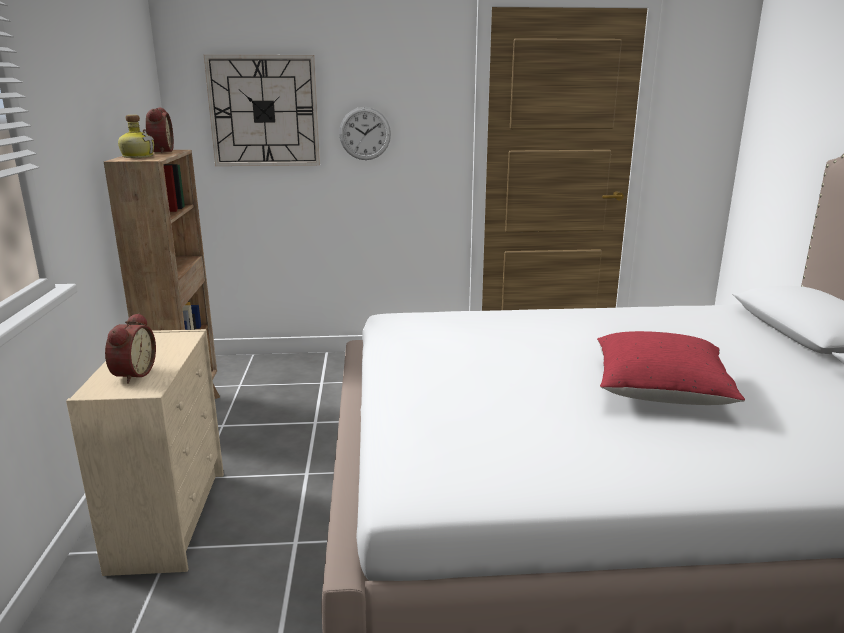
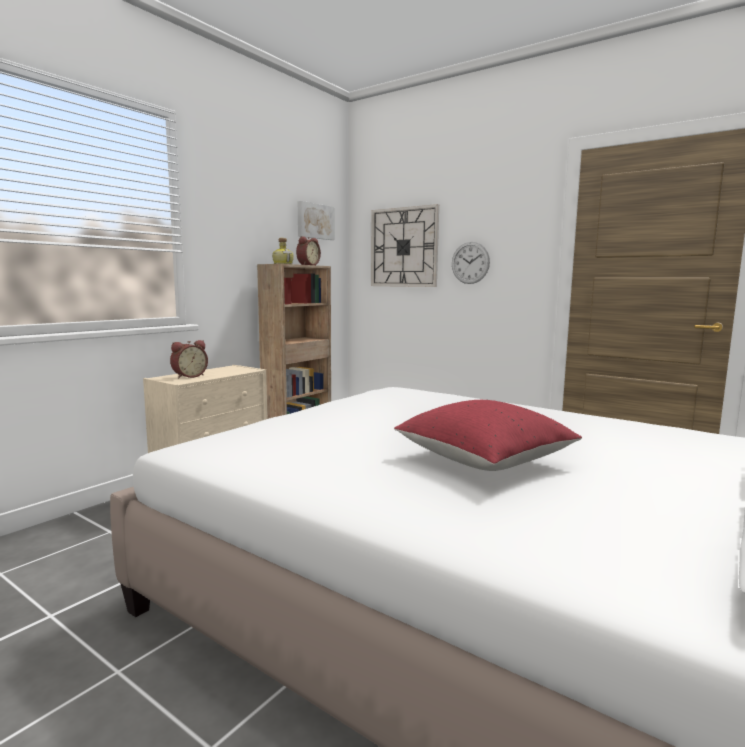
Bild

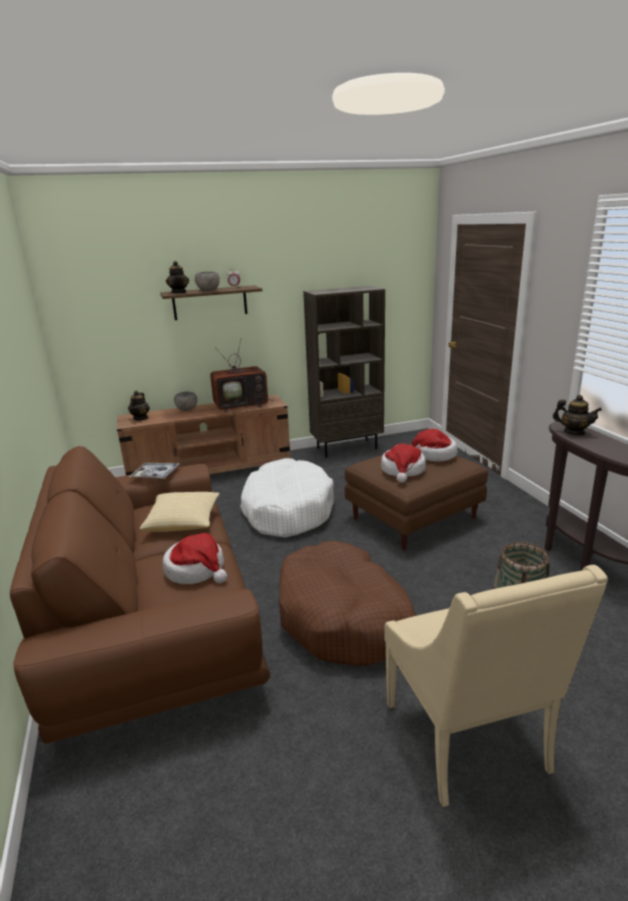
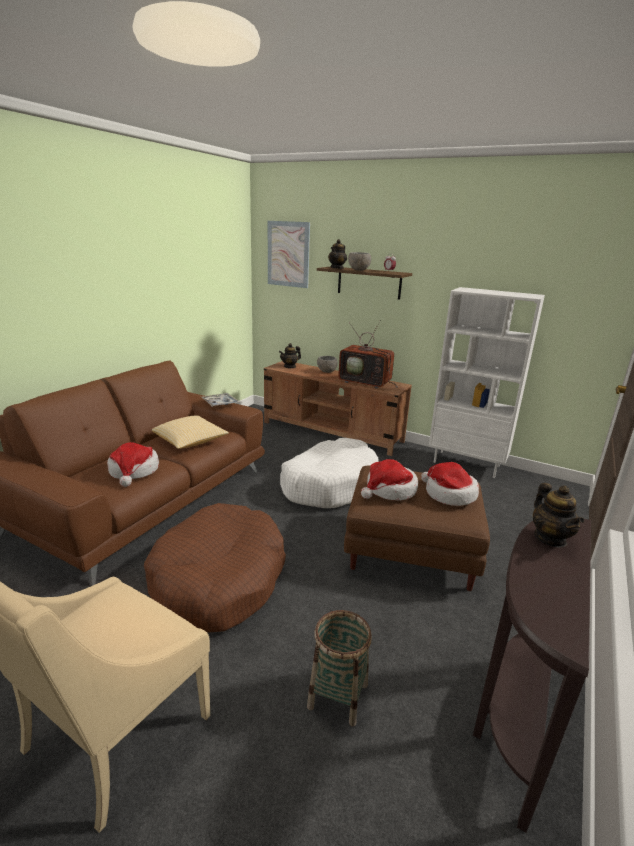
Bücherregal (weiß); Bild

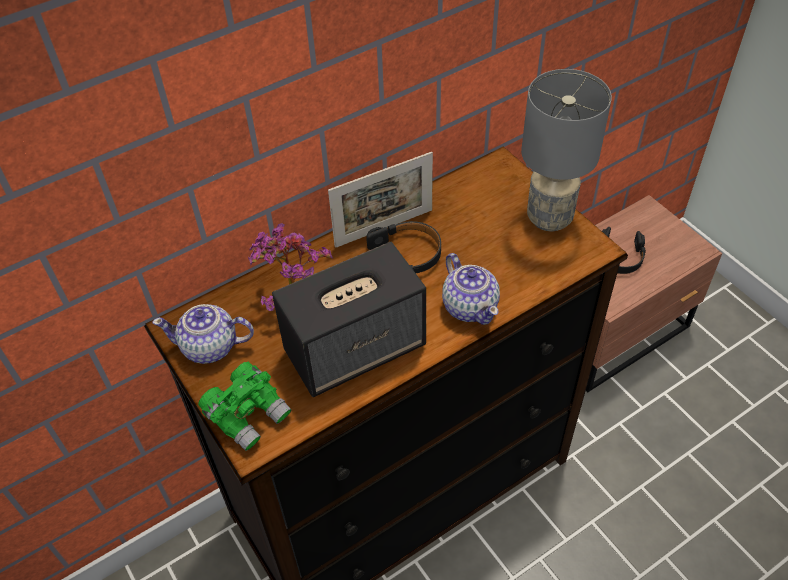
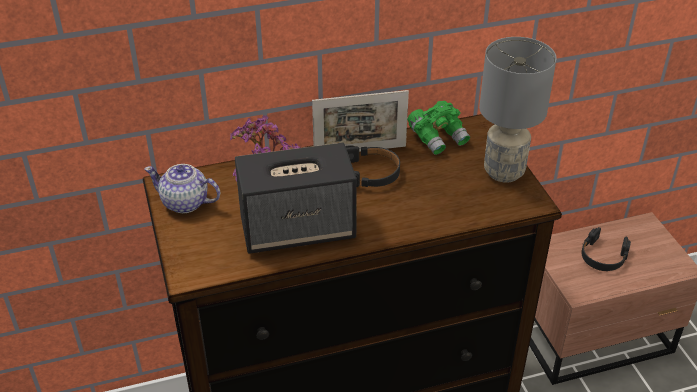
Teekanne (2nd from left in the first image); Fernglas (grün)

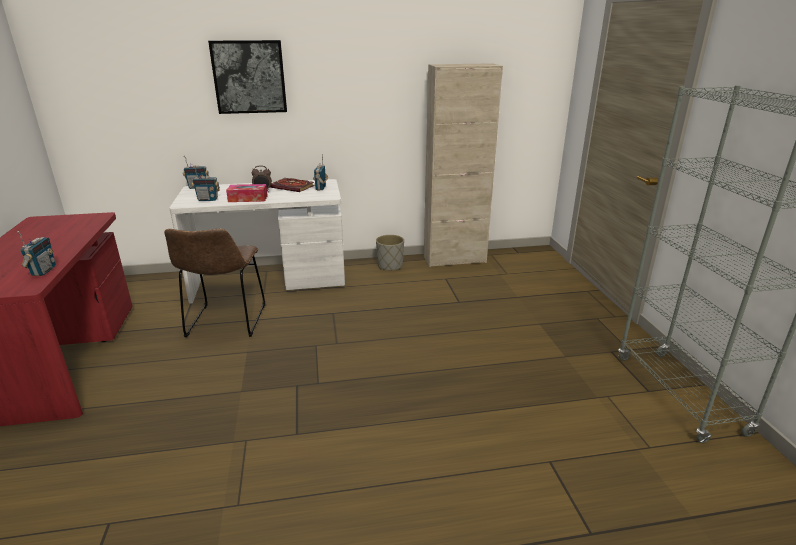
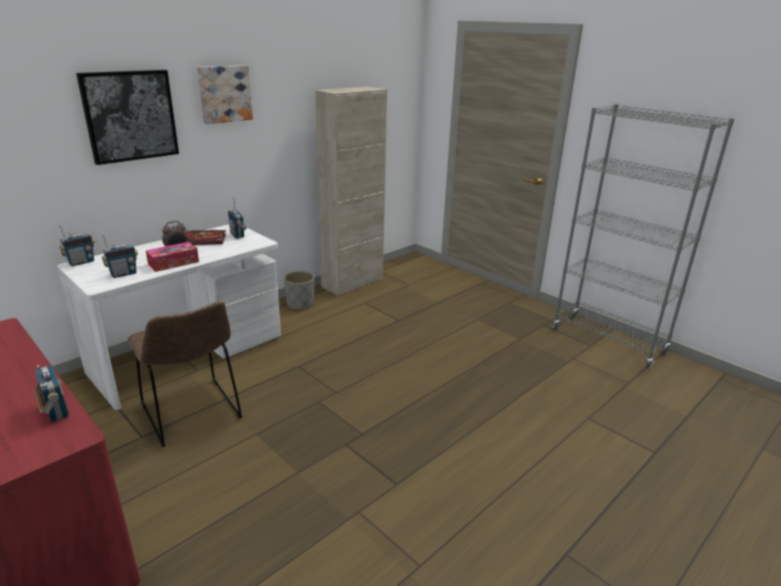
Bild (2nd from left)

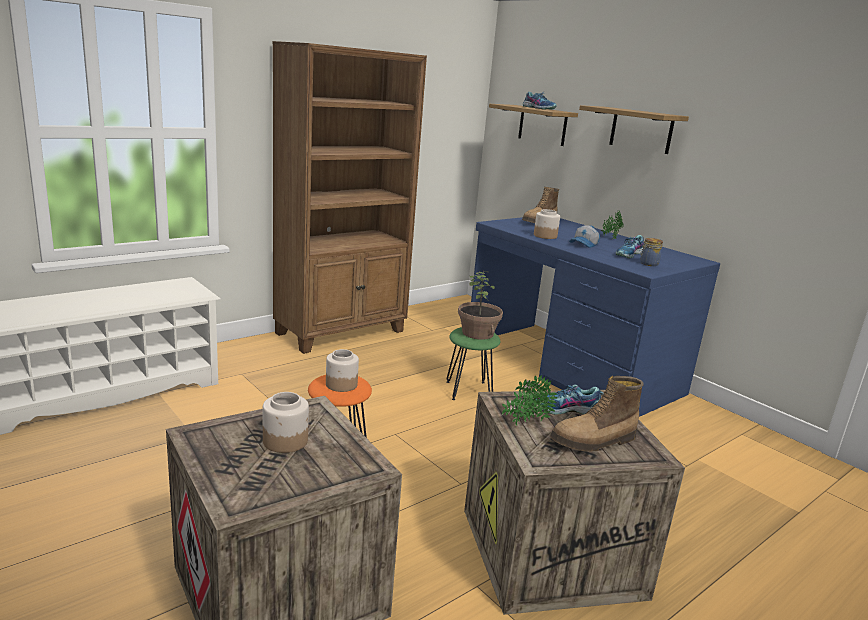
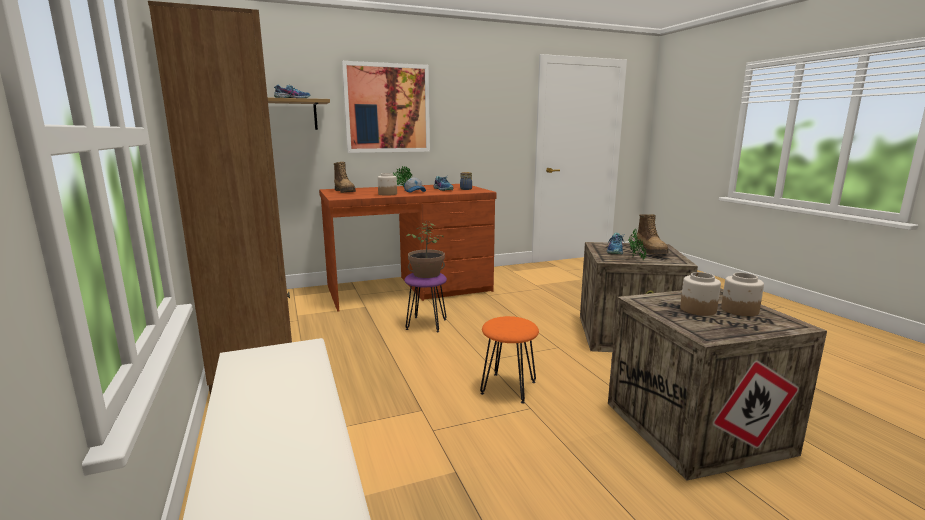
Bild; Schreibtisch (braun); Hocker (lila); Vorratsglas (4th from left)

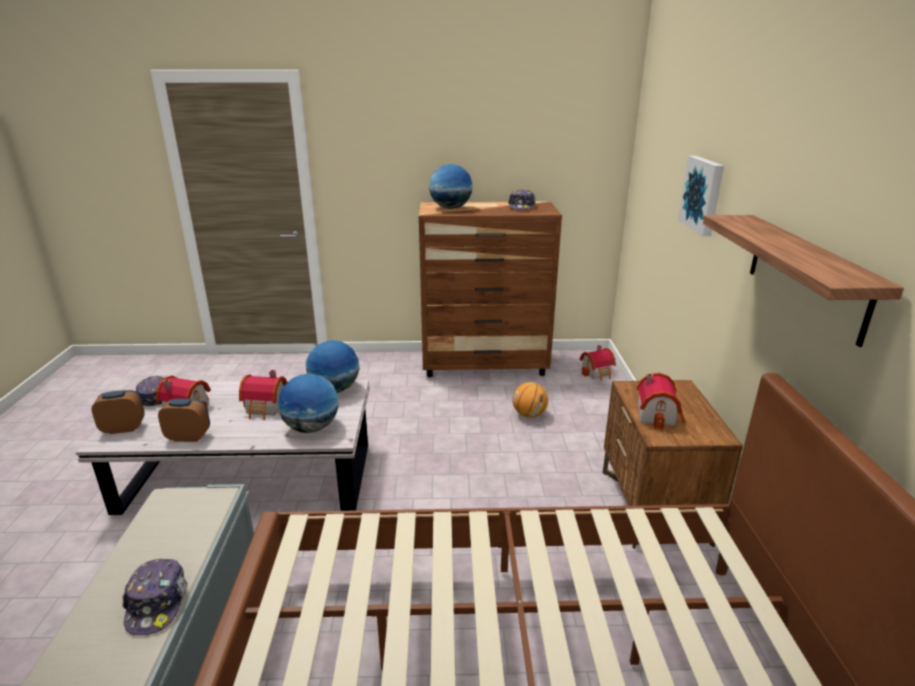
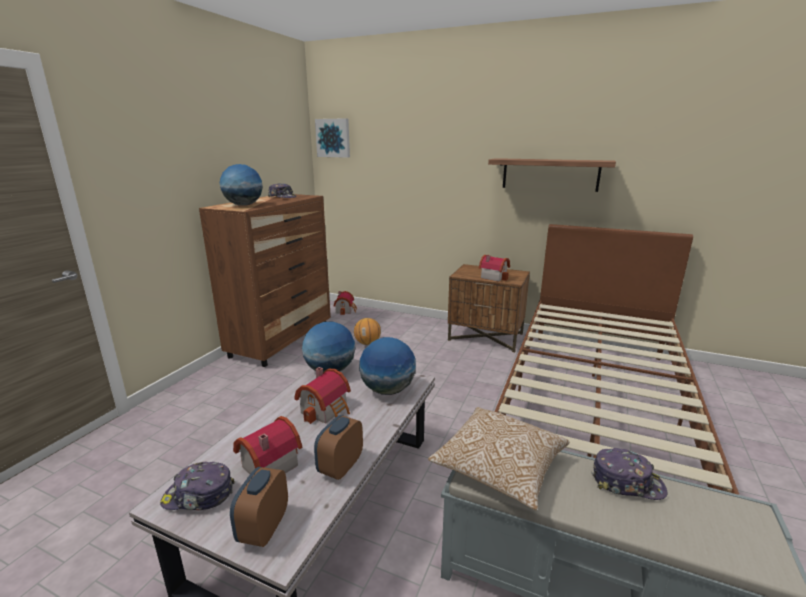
Bild; Kissen

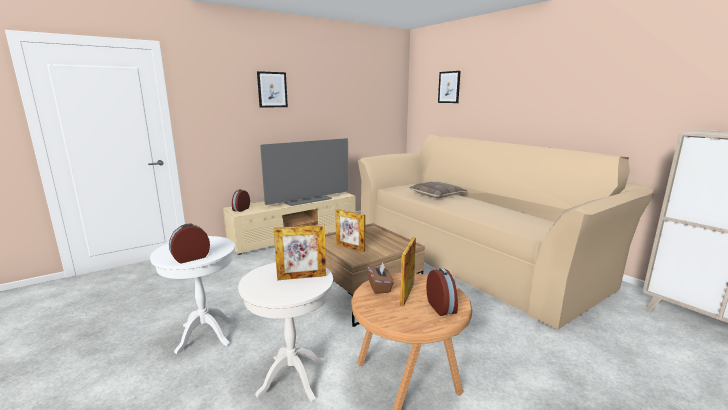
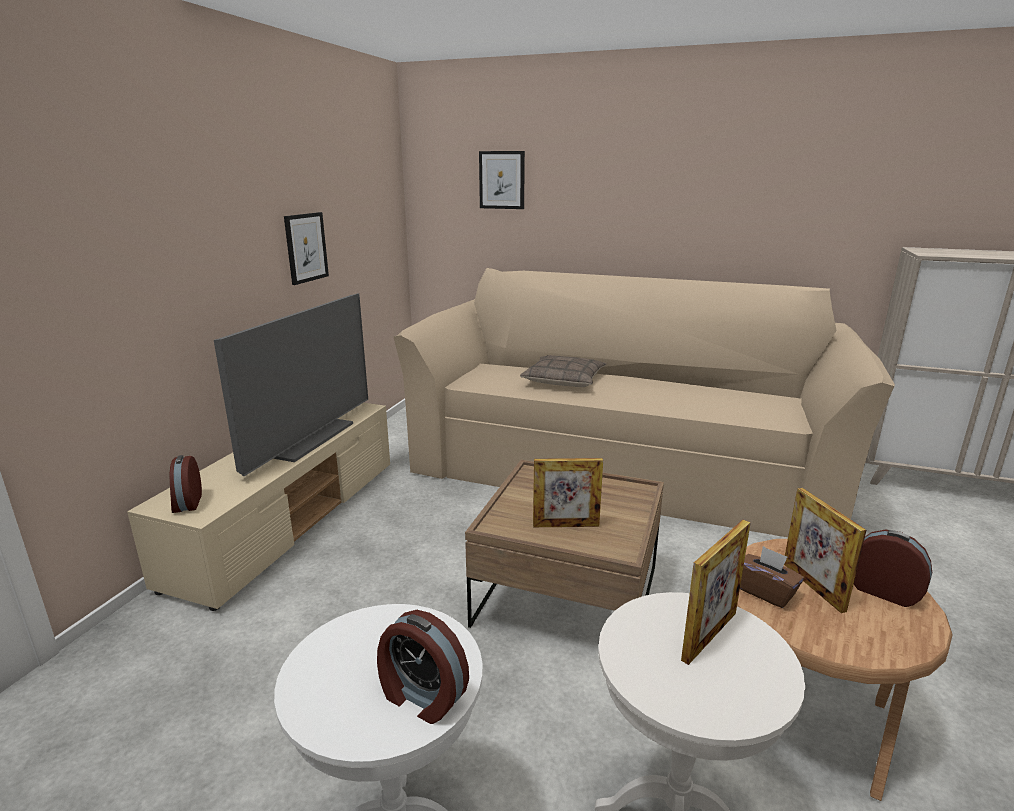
Bild (1st from left); Wecker (2nd from left)

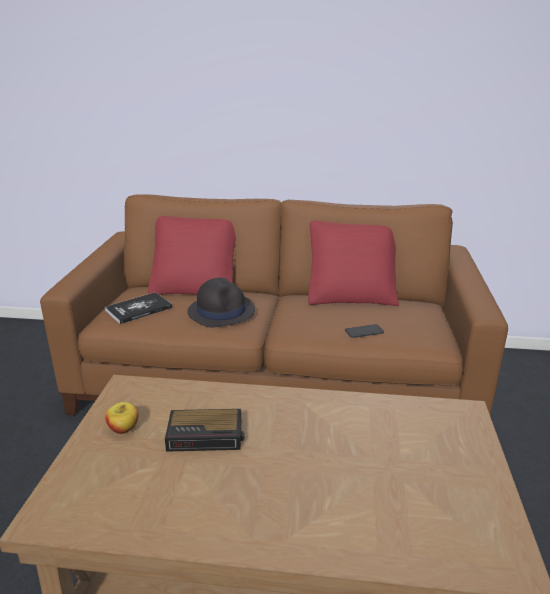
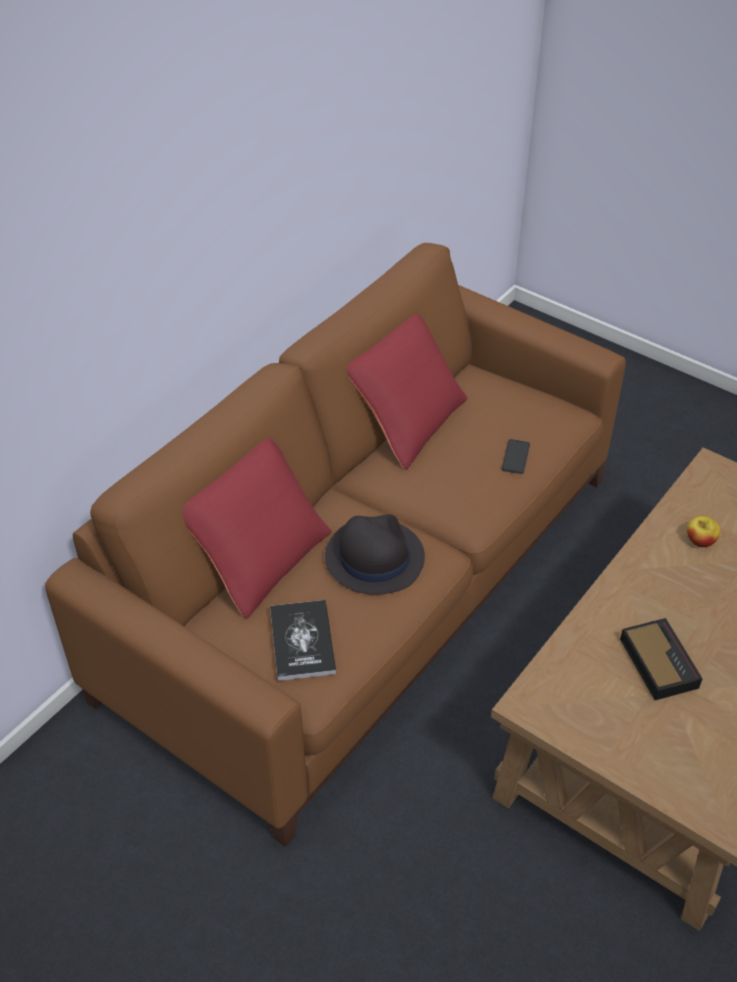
Apfel; Wecker

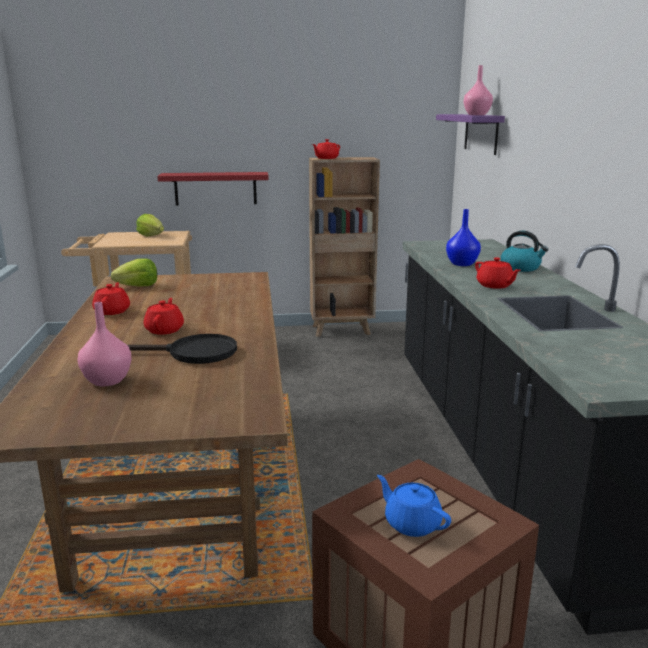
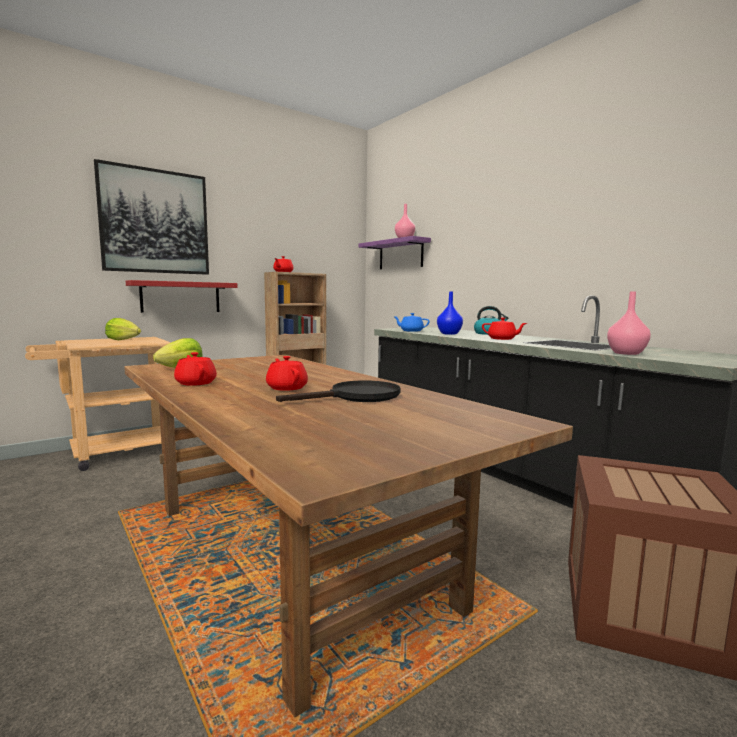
Vase (rosa) (2nd from left); Teekanne (blau); Bild

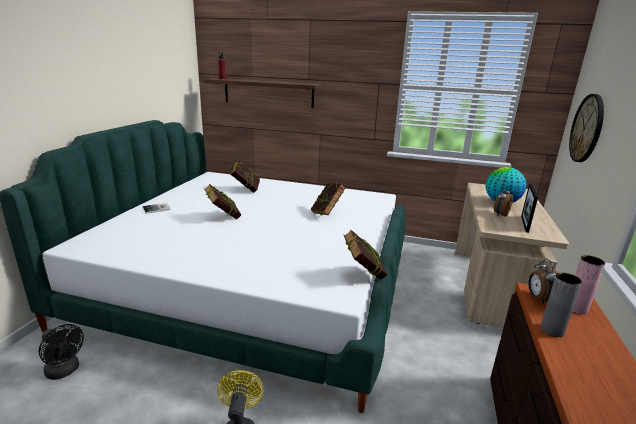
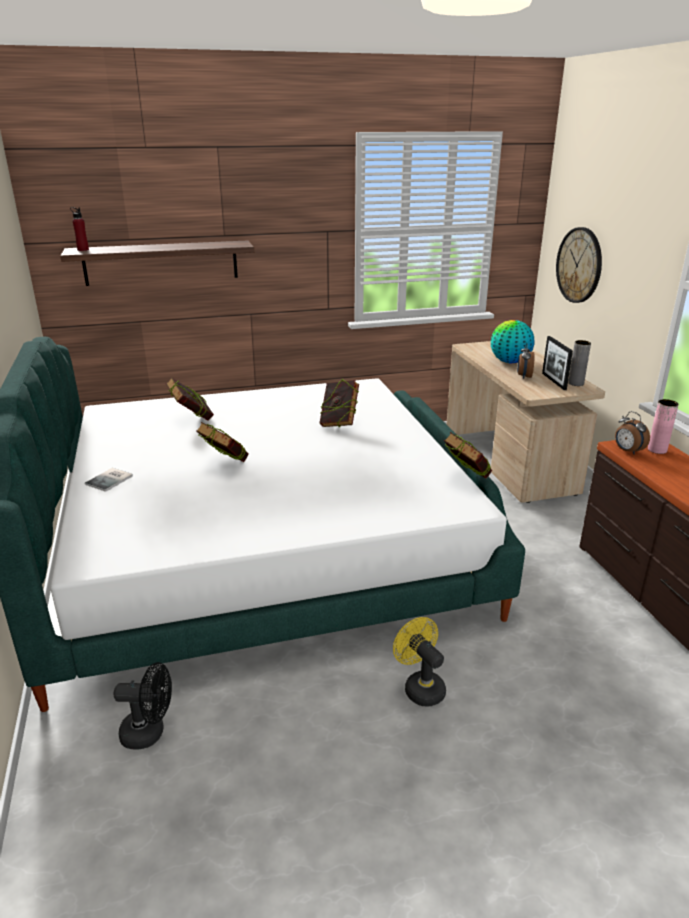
Vase (grau)

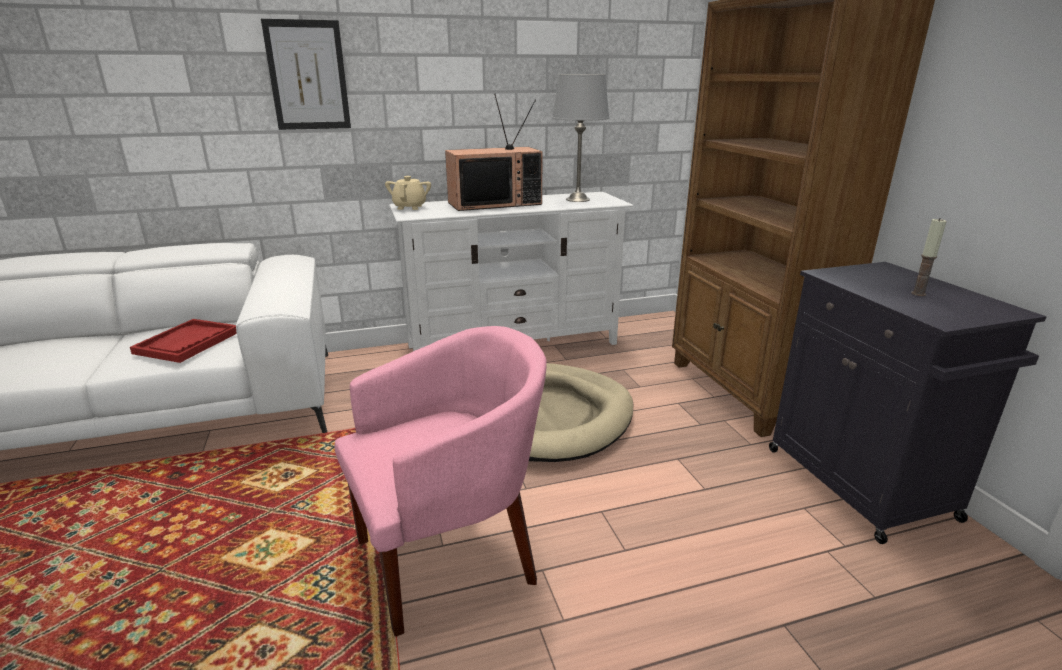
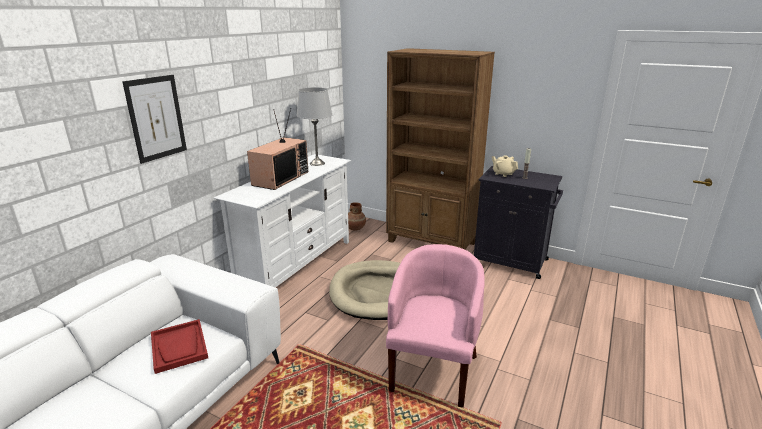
Teekanne (beige); Vase (braun)

